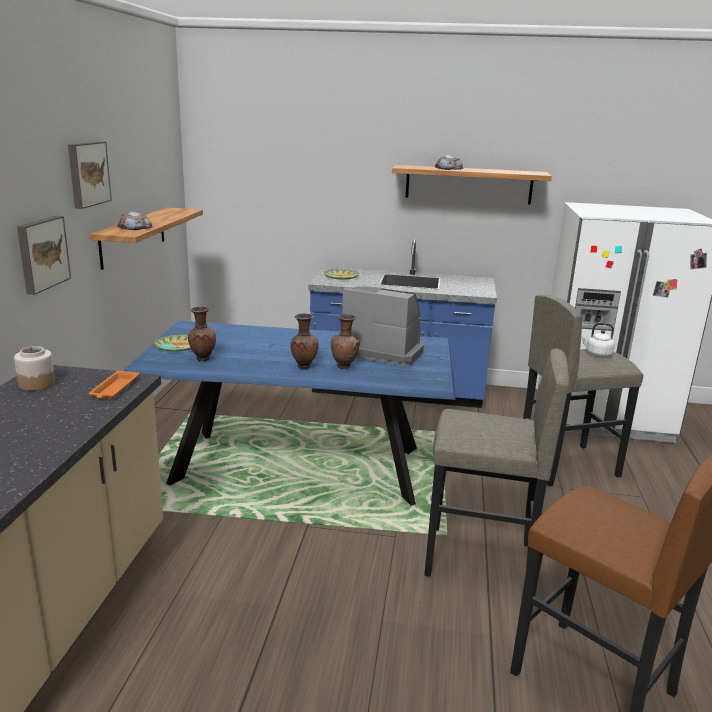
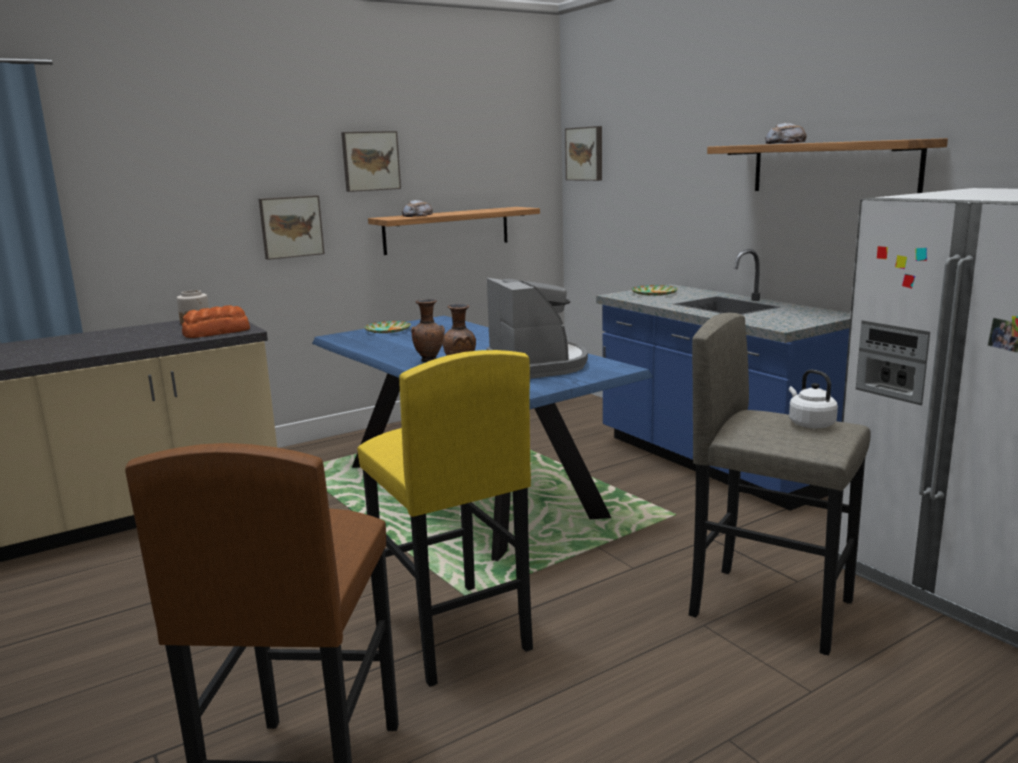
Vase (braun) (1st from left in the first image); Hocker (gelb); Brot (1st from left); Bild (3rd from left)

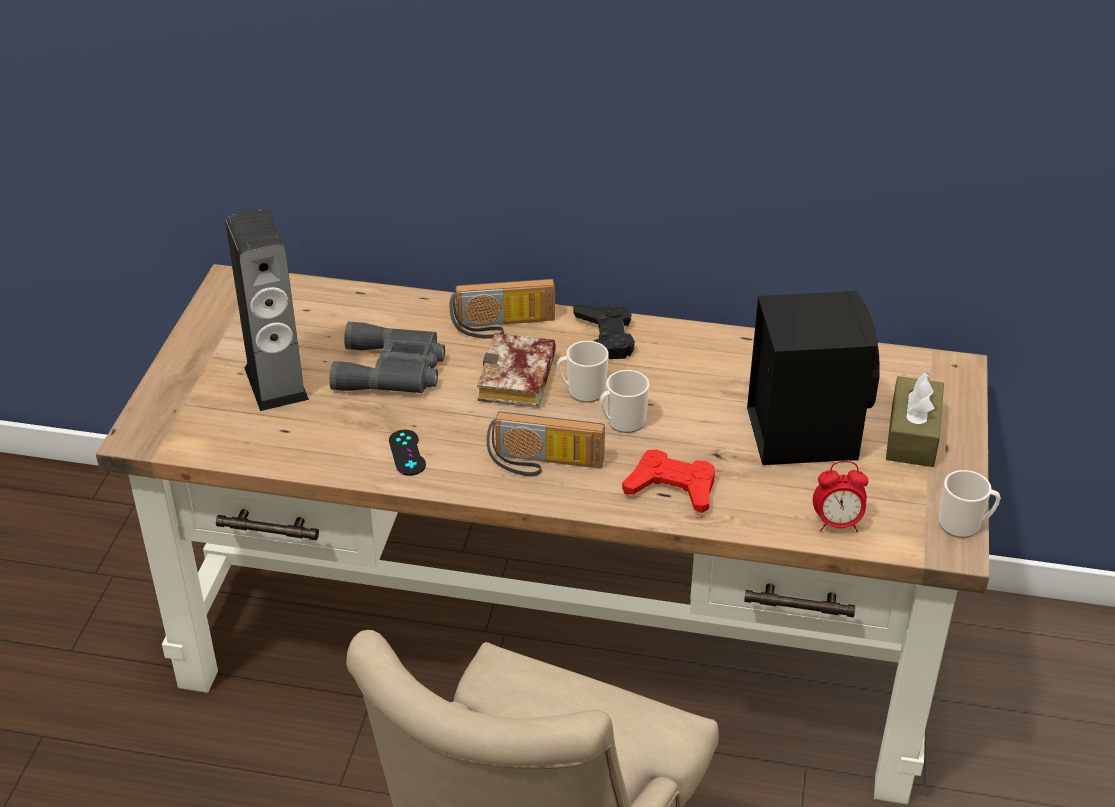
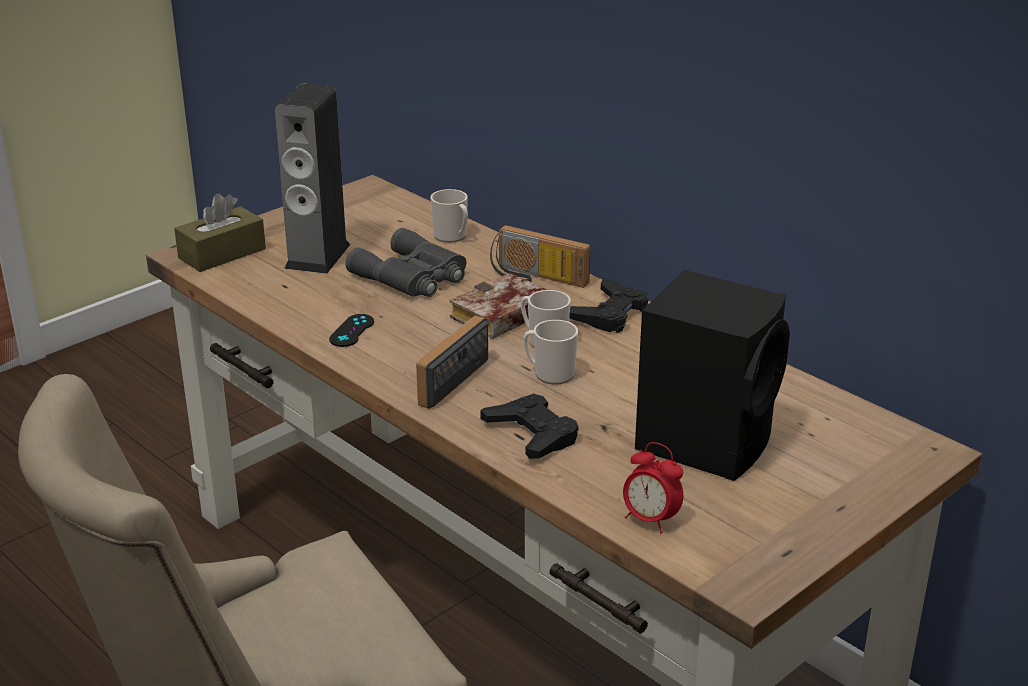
Taschentuchbox (braun); Radio (1st from left); Gamepad (schwarz) (2nd from left); Henkelbecher (1st from left)

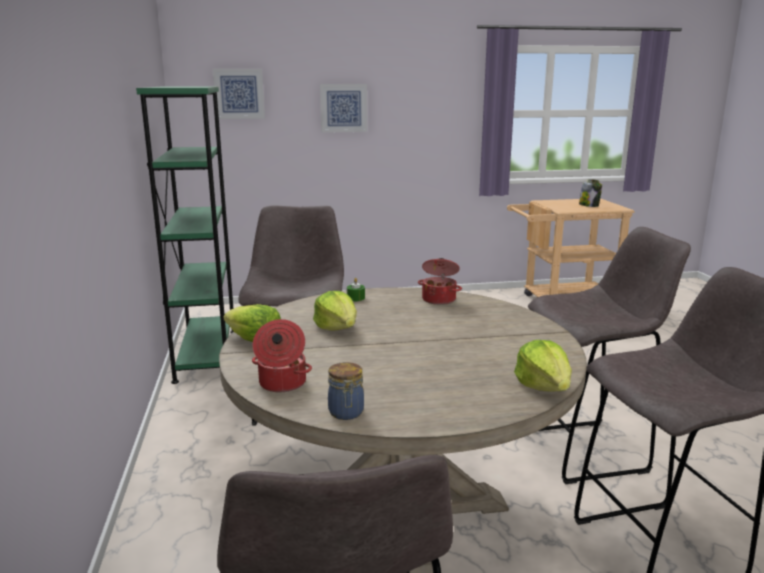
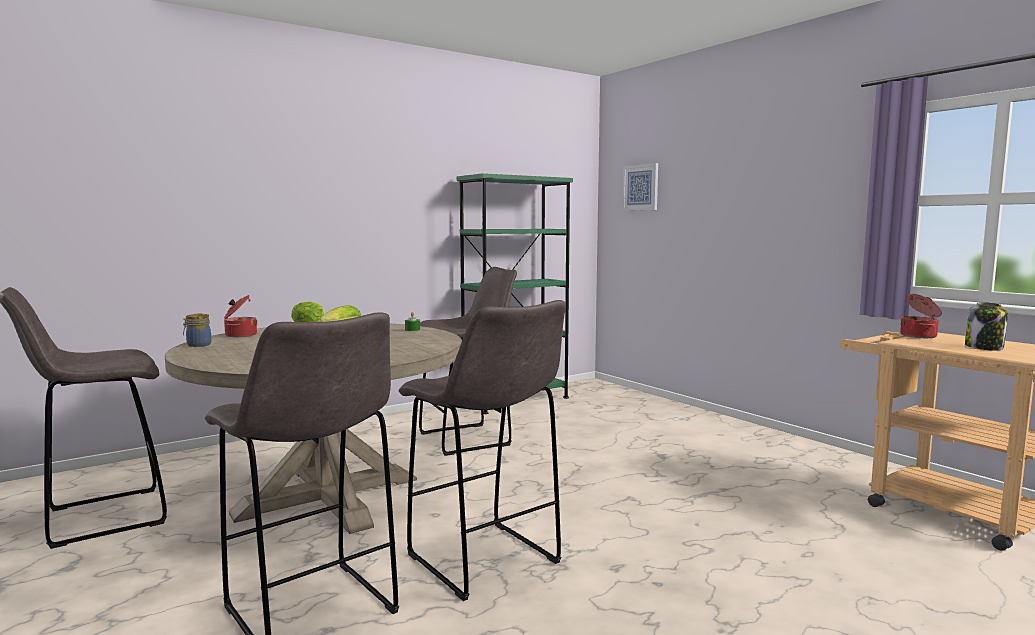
Bild (2nd from left in the first image); Kochtopf (2nd from left); Salatkopf (3rd from left in the first image)

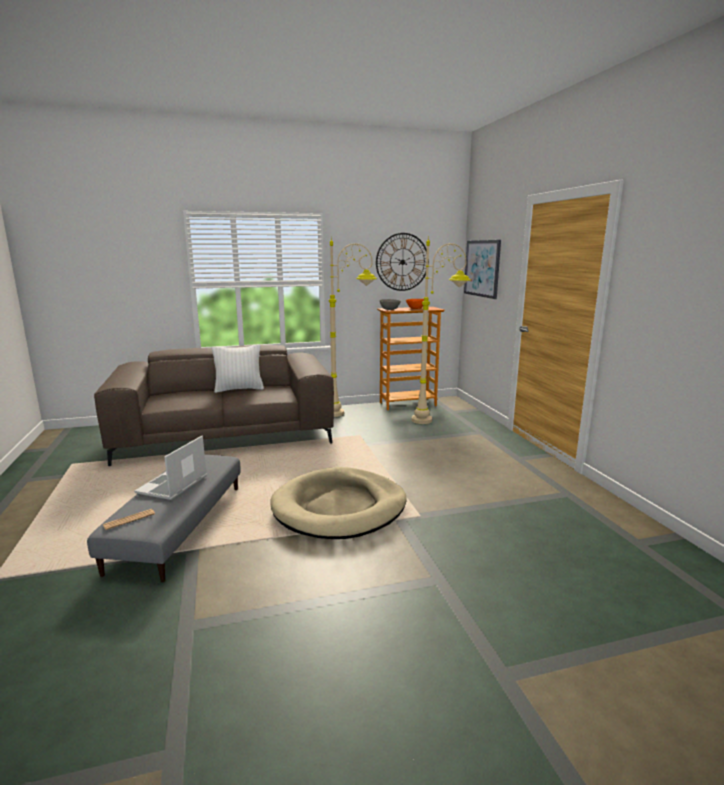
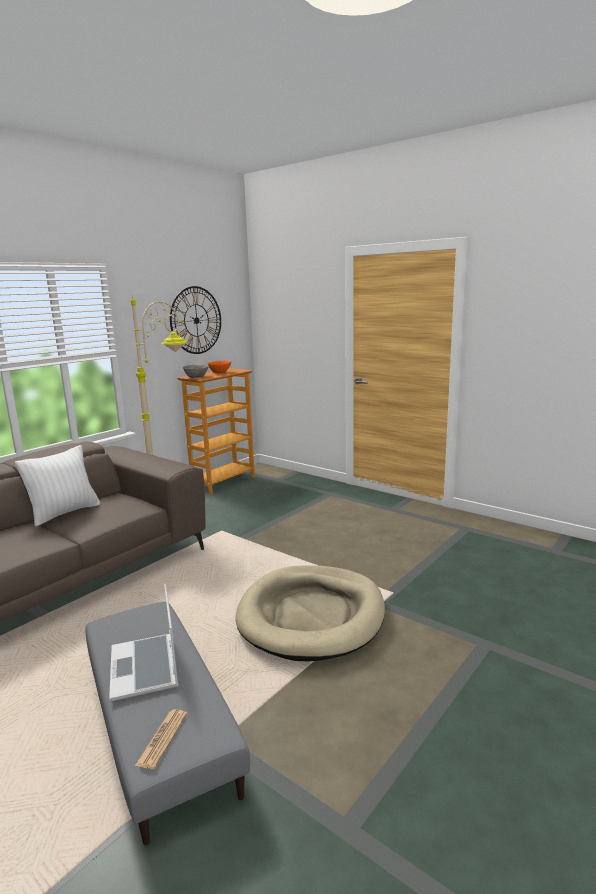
Stehlampe (beige) (2nd from left in the first image); Bild

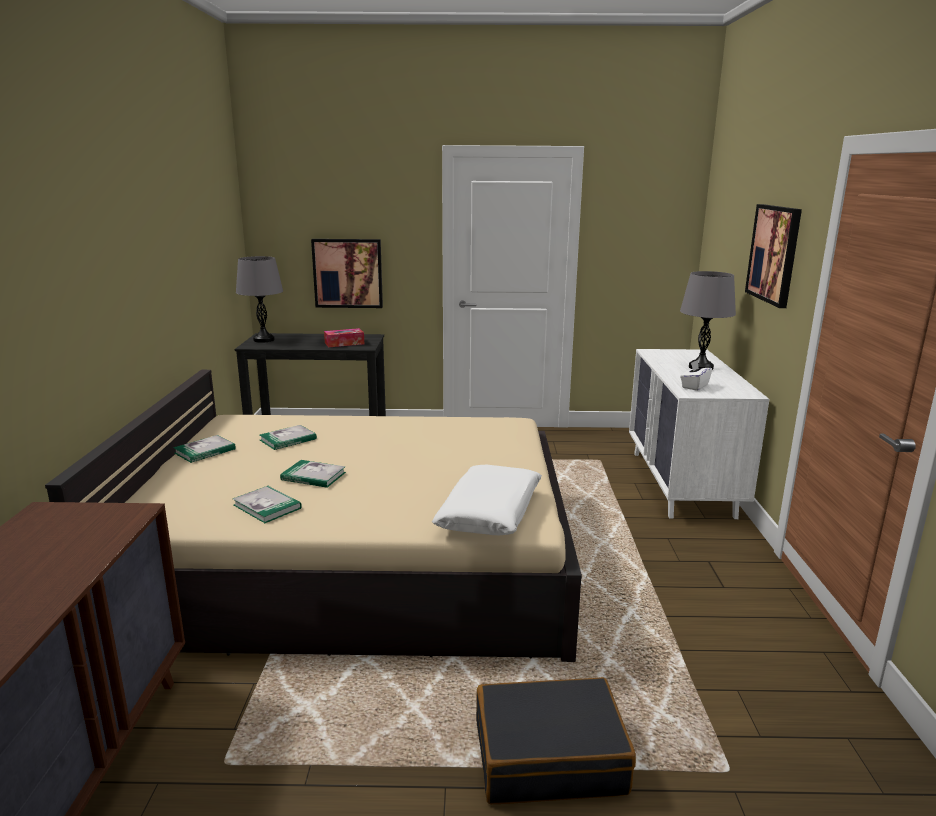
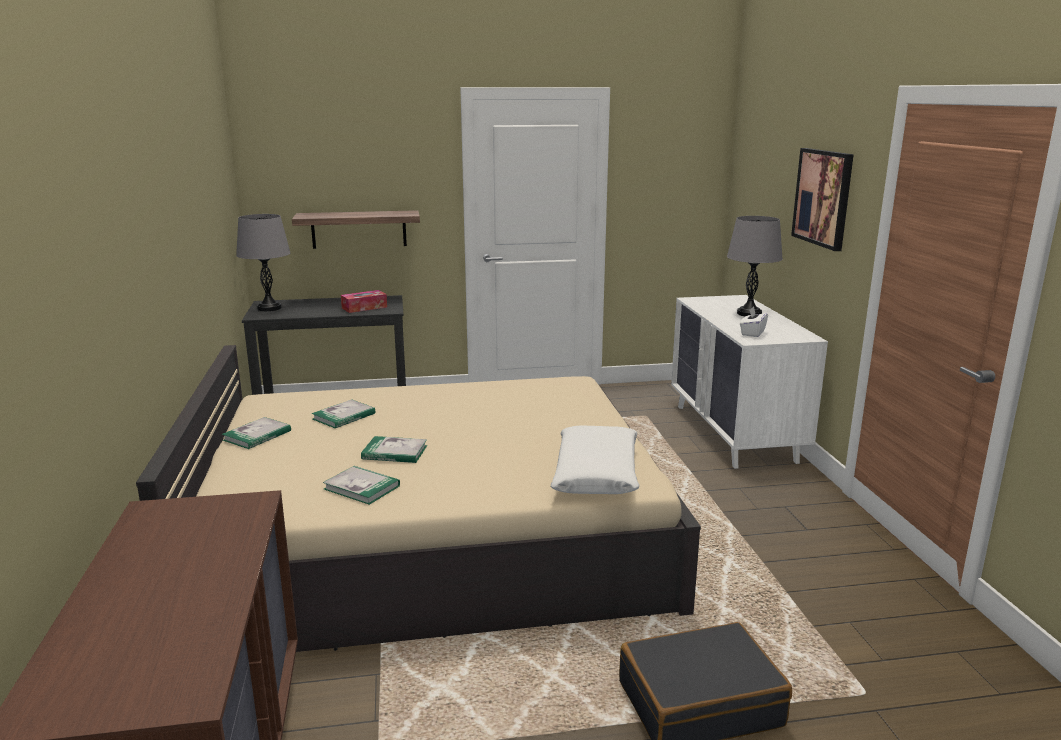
Wandregal

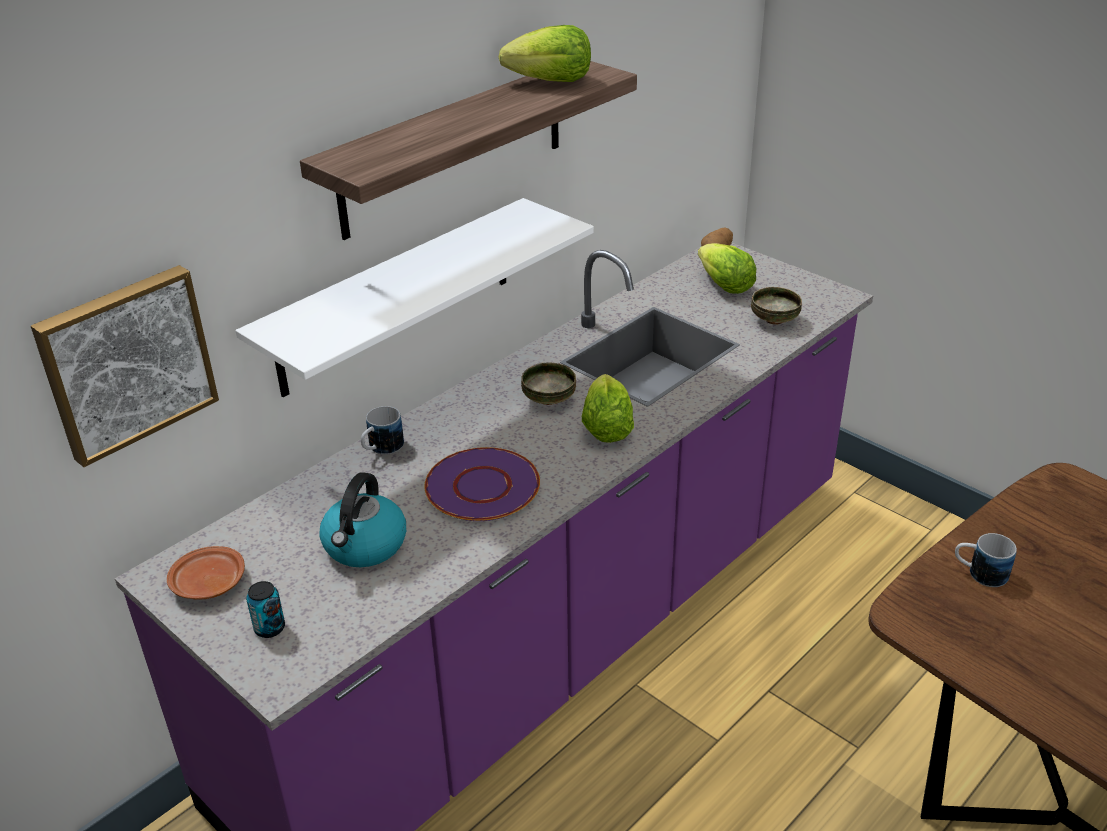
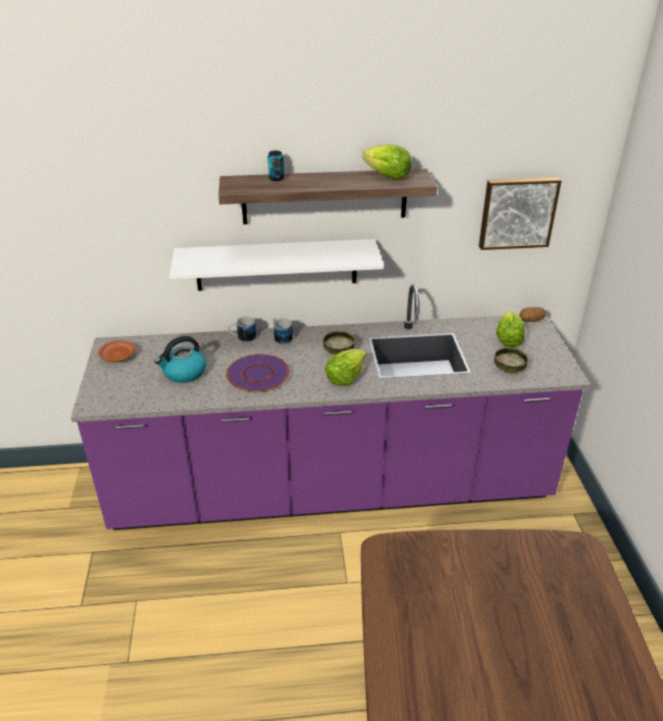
Bild; Henkelbecher (2nd from left); Dose

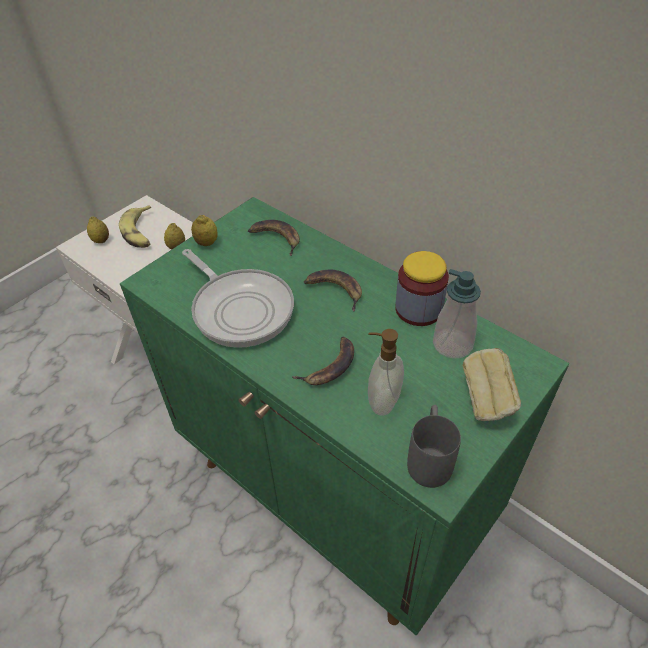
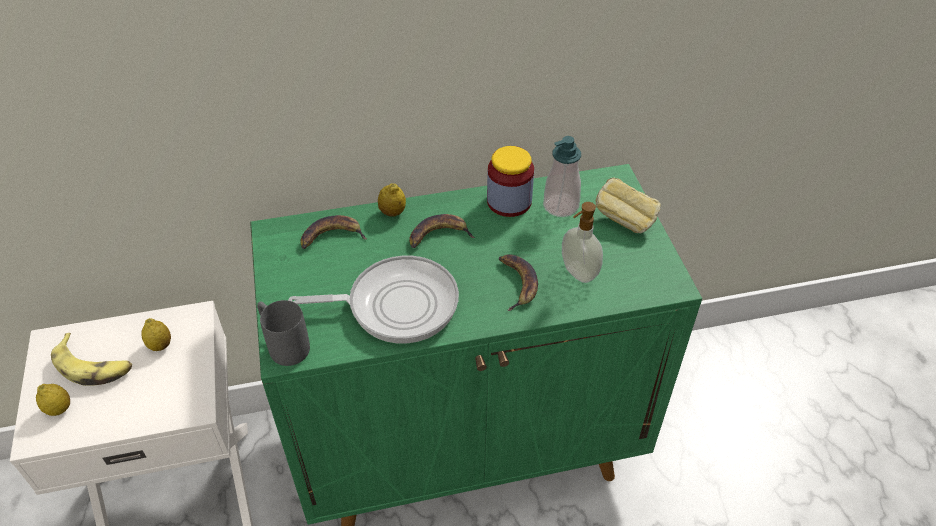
Zitrone (3rd from left); Henkelbecher (grau)

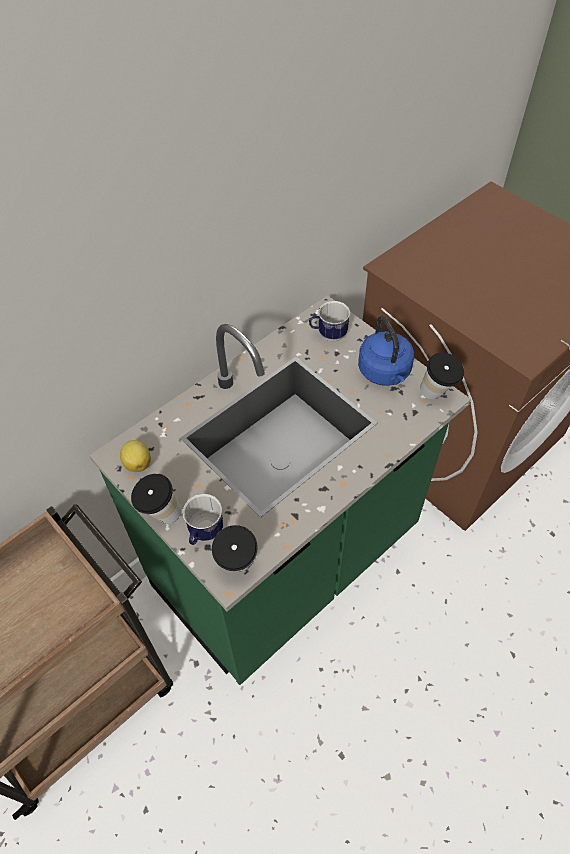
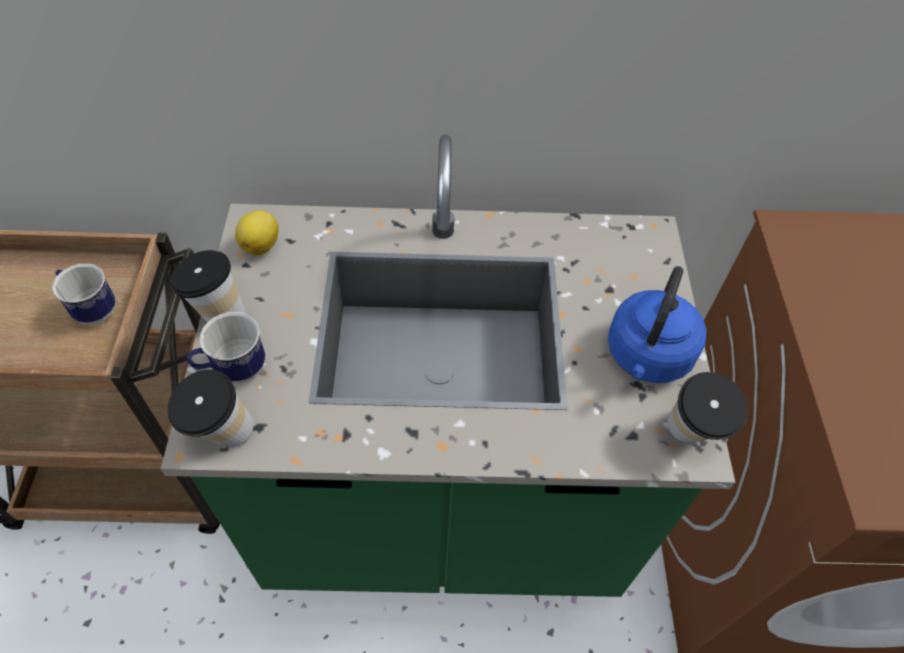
Henkelbecher (1st from left)

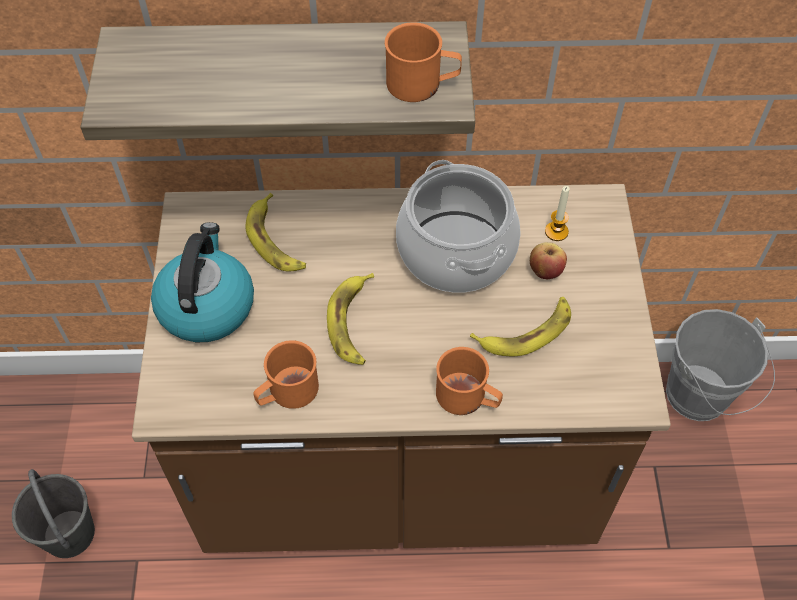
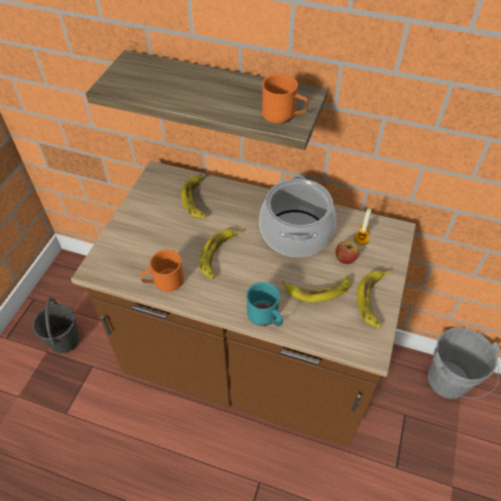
Wasserkessel; Henkelbecher (türkis); Banane (4th from left)

